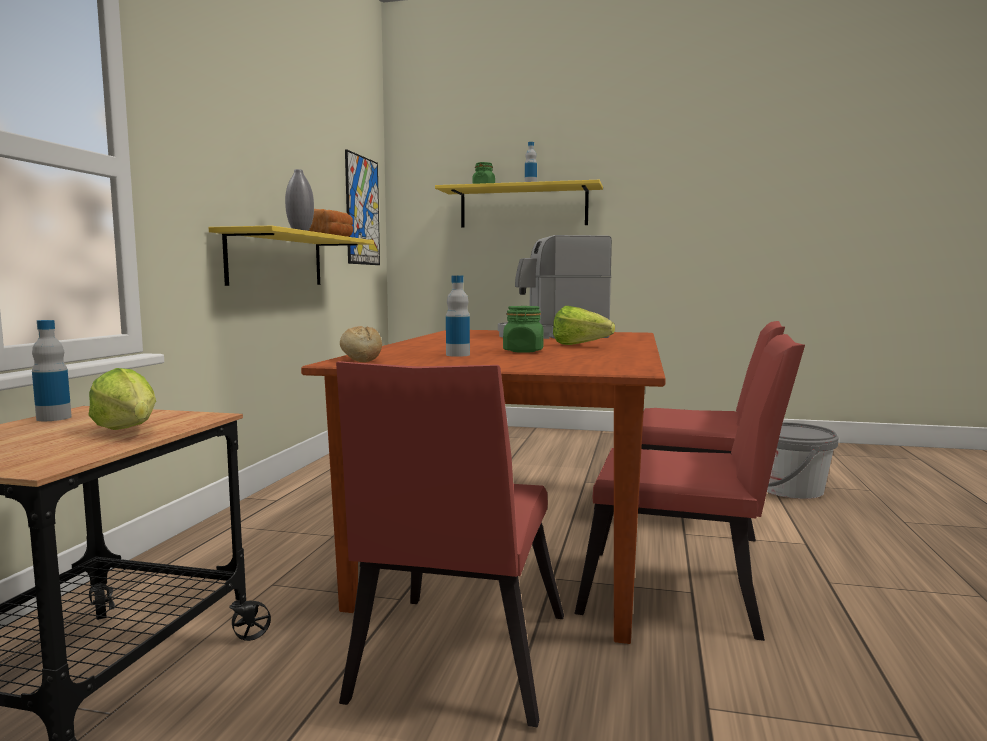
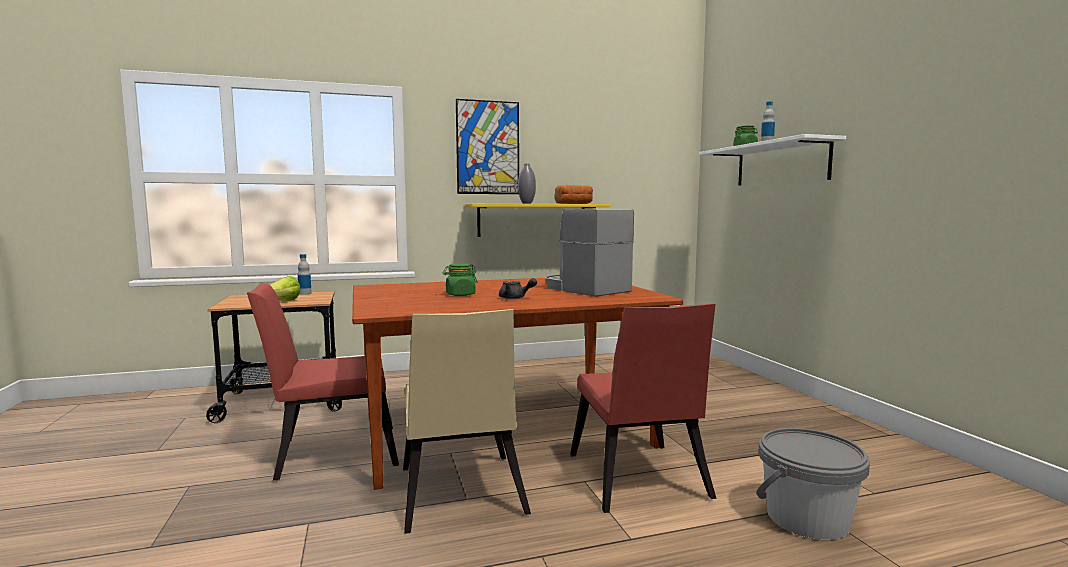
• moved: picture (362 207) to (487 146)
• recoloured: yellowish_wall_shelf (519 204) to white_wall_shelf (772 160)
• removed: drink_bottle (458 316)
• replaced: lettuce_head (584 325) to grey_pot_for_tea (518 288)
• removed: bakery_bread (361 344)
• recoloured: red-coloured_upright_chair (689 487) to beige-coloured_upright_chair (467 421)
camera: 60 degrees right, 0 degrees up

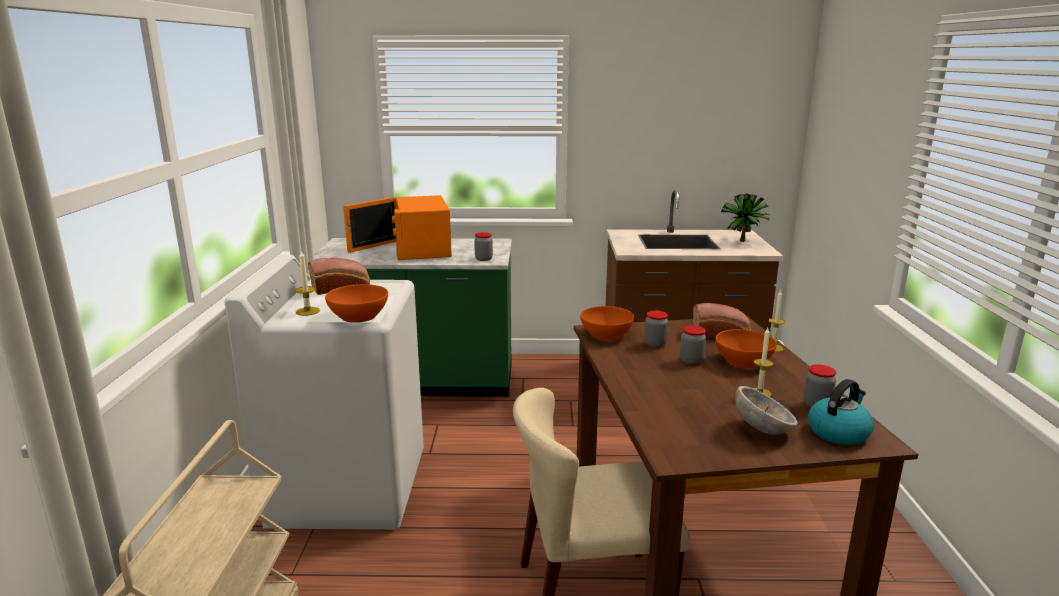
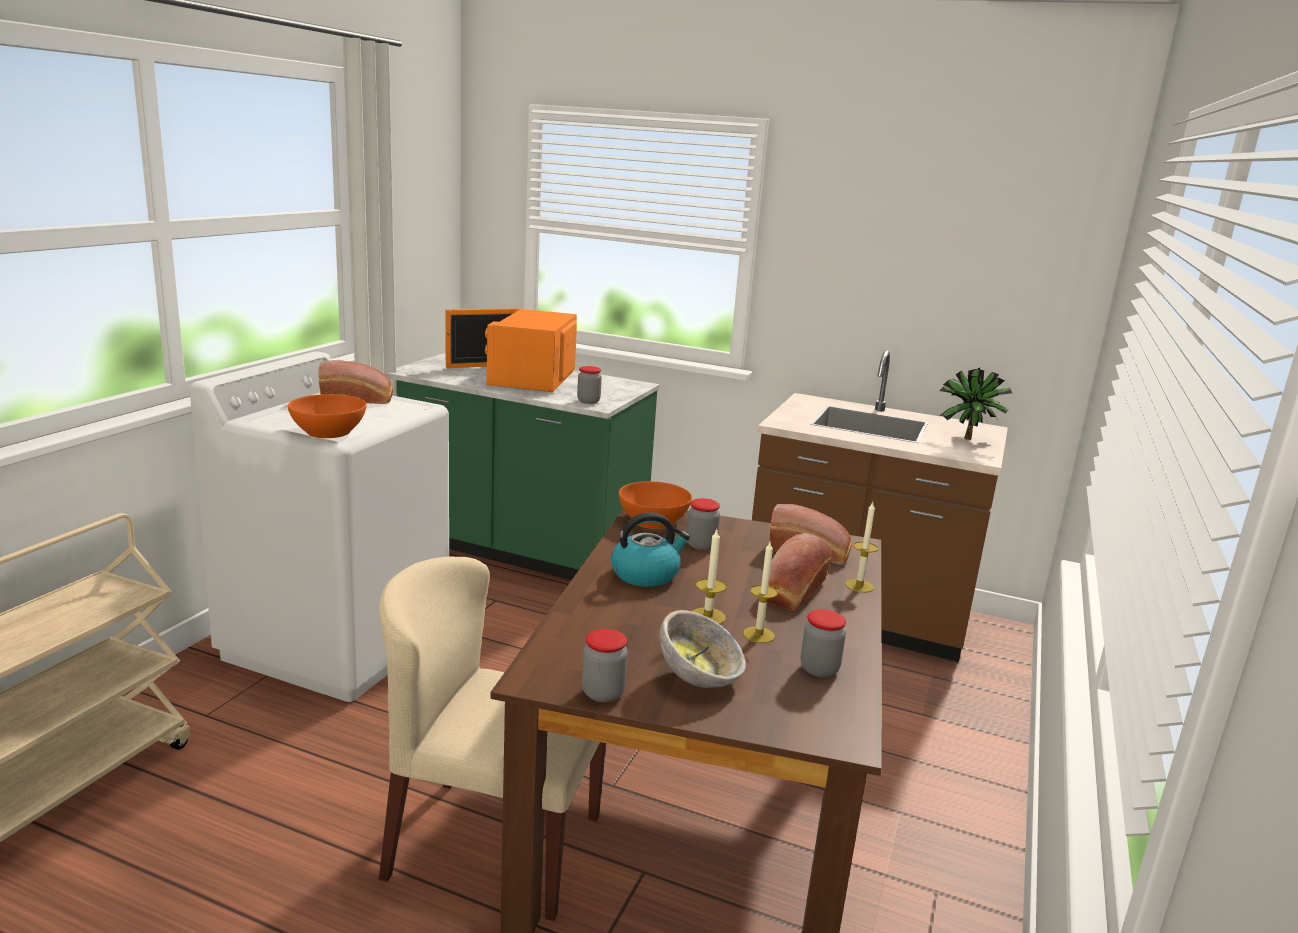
• moved: wax_light (307 283) to (709 577)
• moved: preserve_jar (693 345) to (605 665)
• replaced: orange_deep_dish (746 348) to bakery_bread (799 572)
• moved: water_kettle (841 412) to (650 549)
camera: 20 degrees right, 0 degrees up

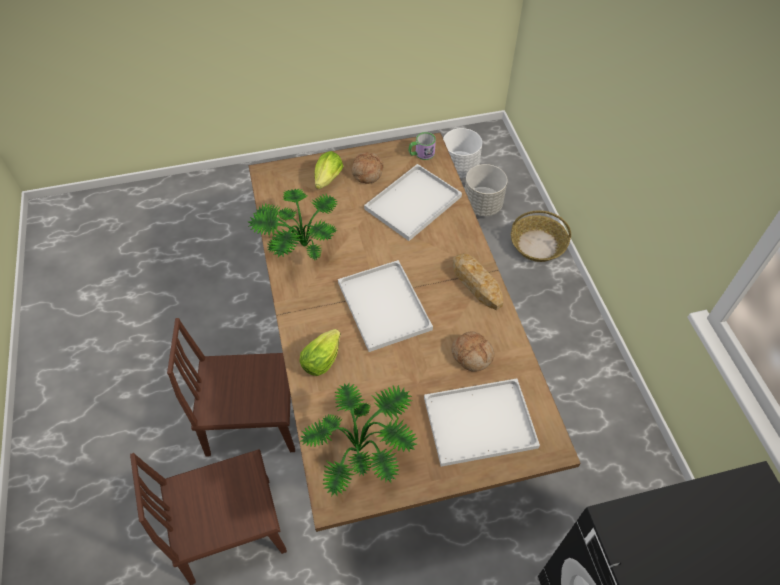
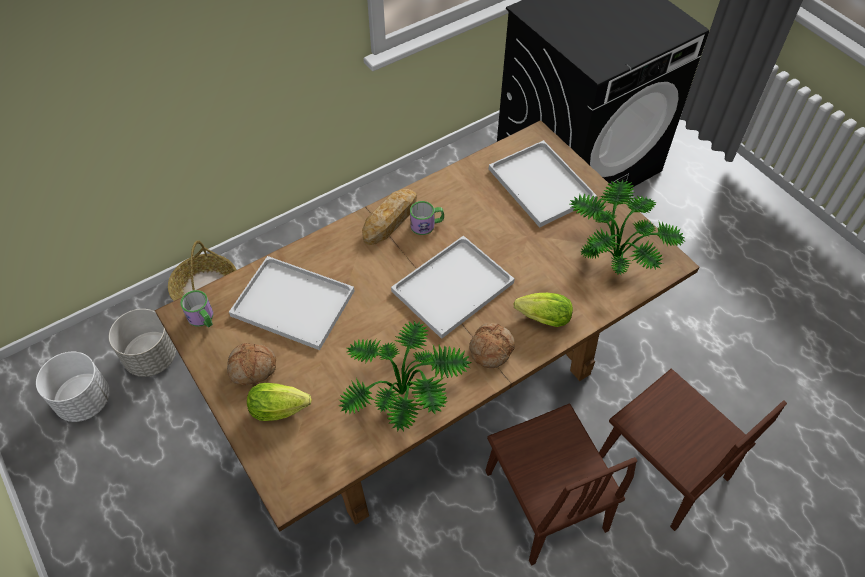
• moved: bakery_bread (473 351) to (492 345)
• added: mug (427 218)
camera: 110 degrees left, 0 degrees up

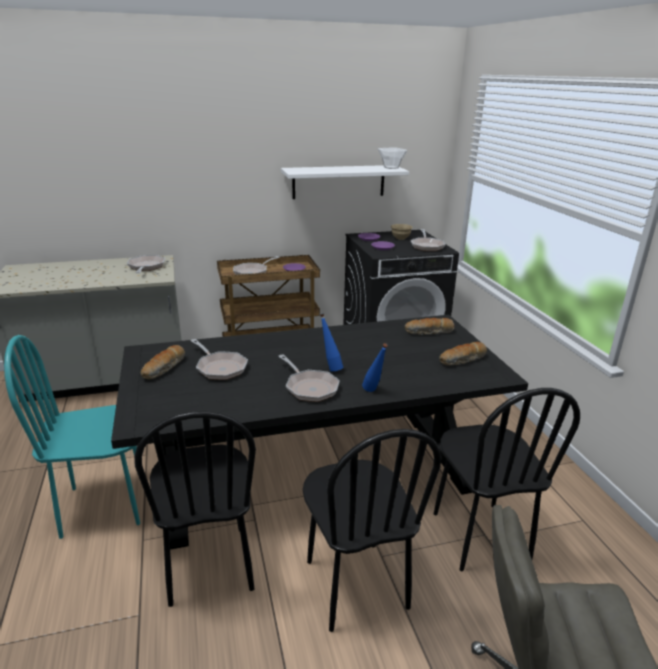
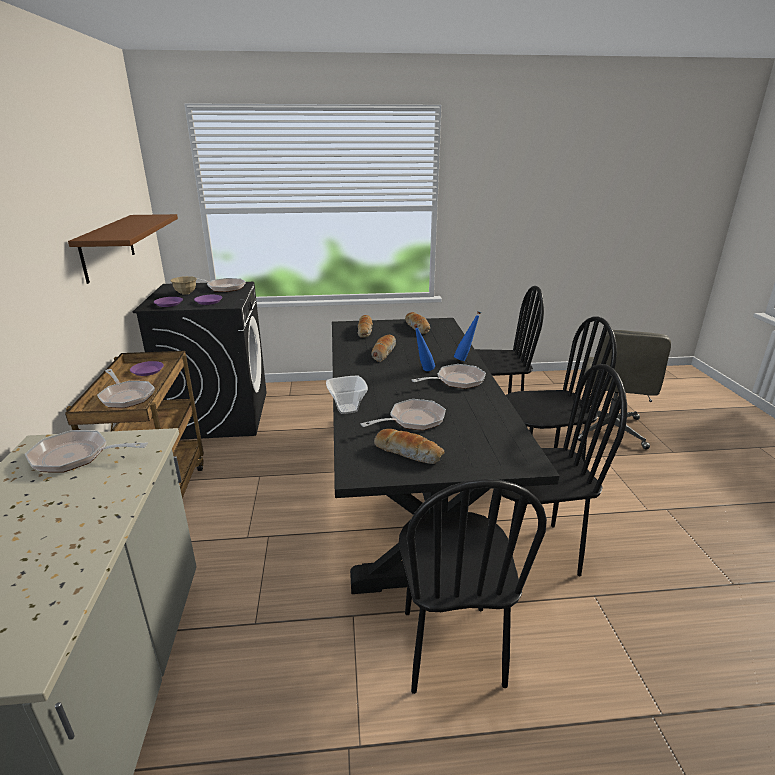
• moved: deep_dish (393 158) to (347 395)
• recoloured: white_wall_shelf (345 182) to brown_wall_shelf (123 249)
• recoloured: turquoise_upright_chair (72 437) to black_upright_chair (473 586)
• added: bakery_bread (383 348)
camera: 80 degrees left, 0 degrees up

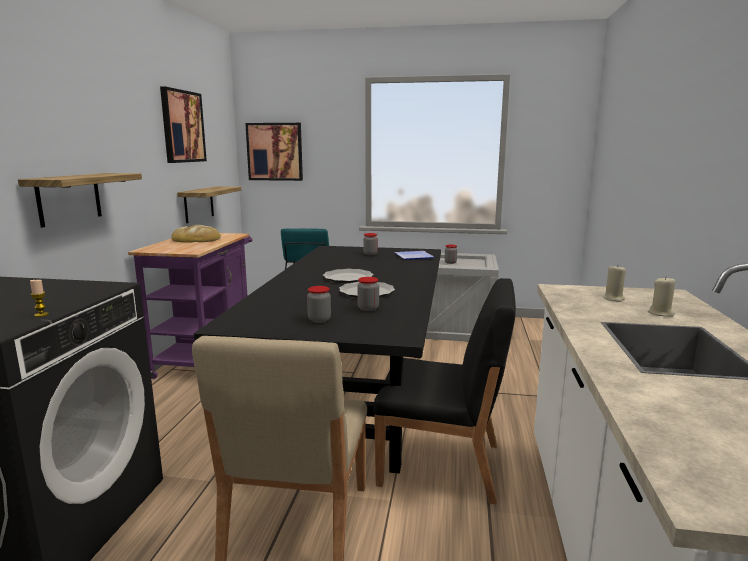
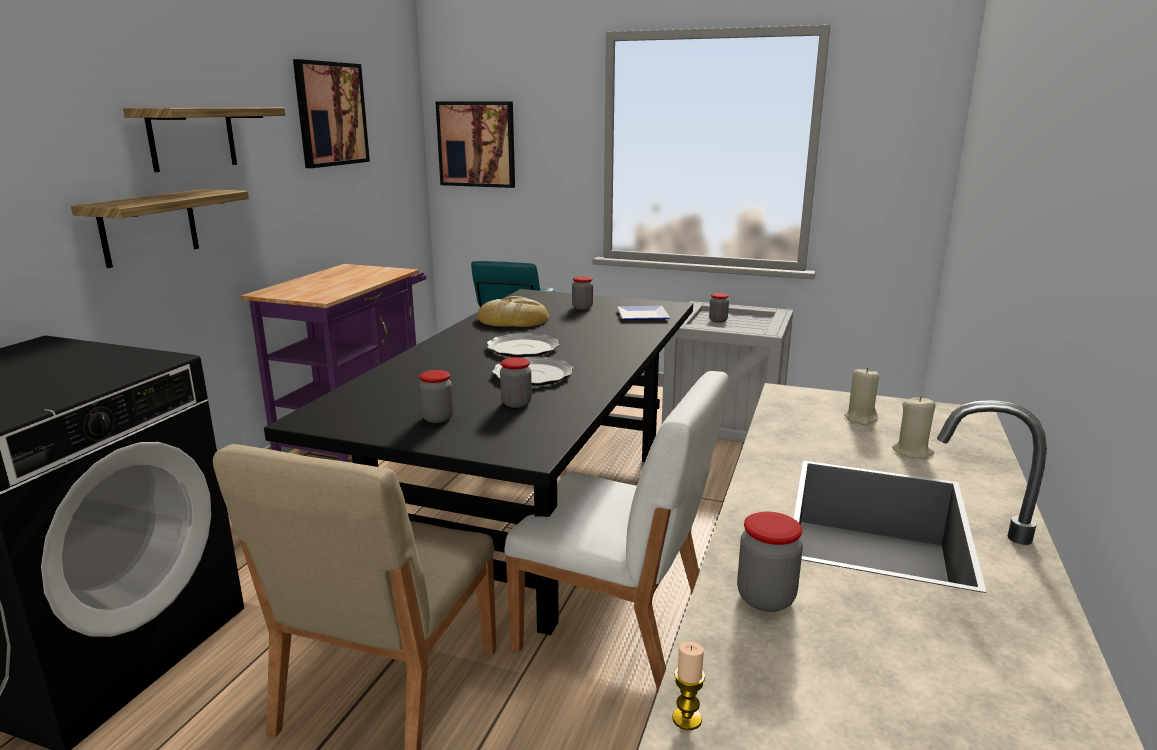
• moved: wall_shelf (209 204) to (204 140)
• moved: bakery_bread (196 234) to (513 311)
• recoloured: black_upright_chair (444 391) to white_upright_chair (616 531)
• moved: wax_light (39 298) to (688 685)
• added: preserve_jar (770 562)
camera: 10 degrees right, 5 degrees up

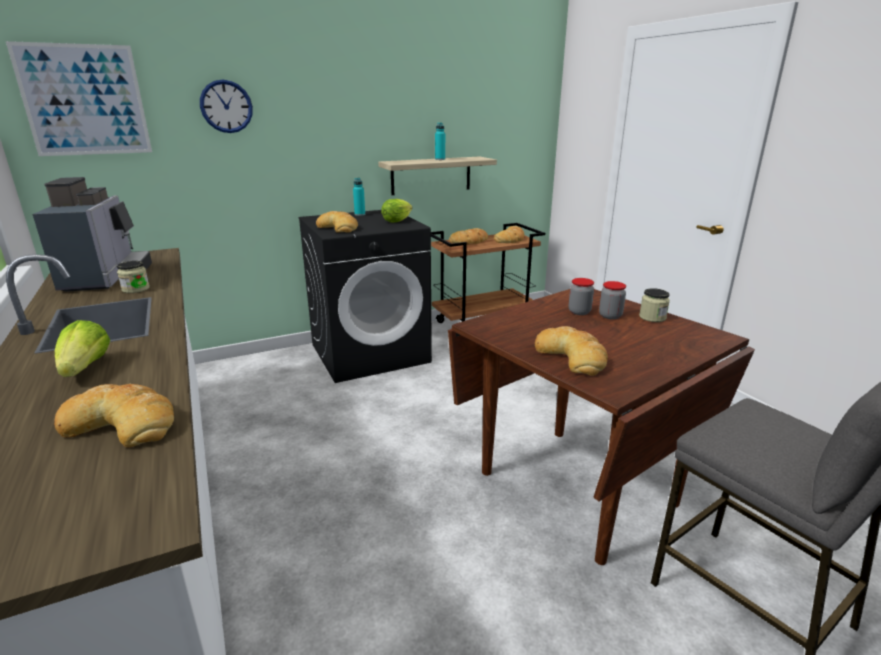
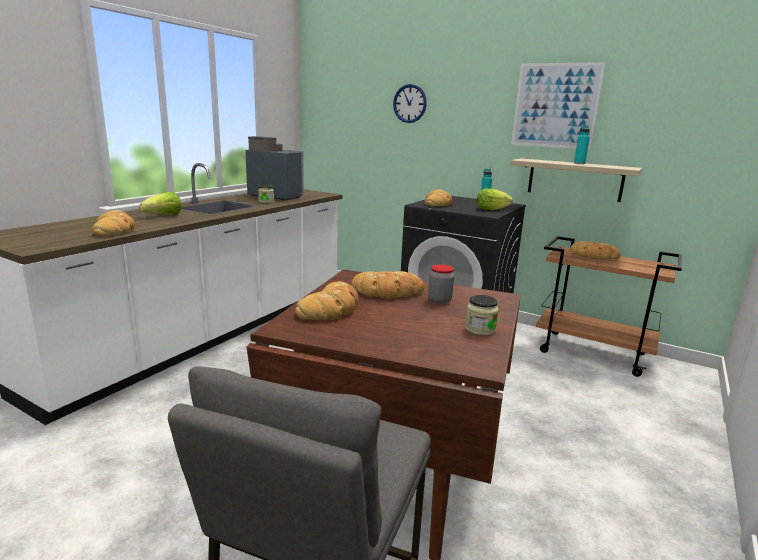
• moved: picture (79 98) to (558 106)
• turned: coffee_machine (92 234) = (274 168) 105 degrees counterclockwise
• moved: bakery_bread (509 234) to (388 285)
• removed: preserve_jar (612 300)
camera: 55 degrees right, 5 degrees down

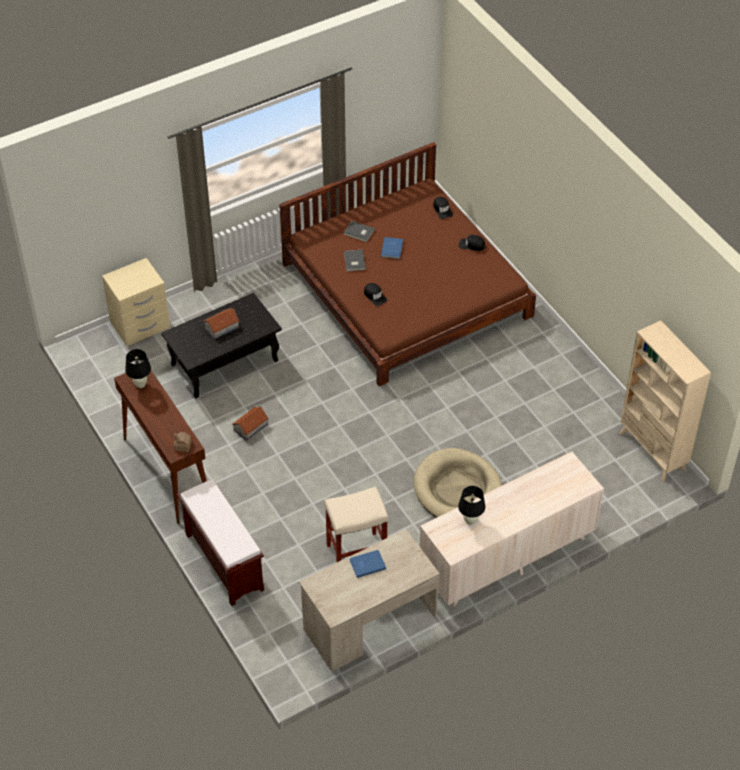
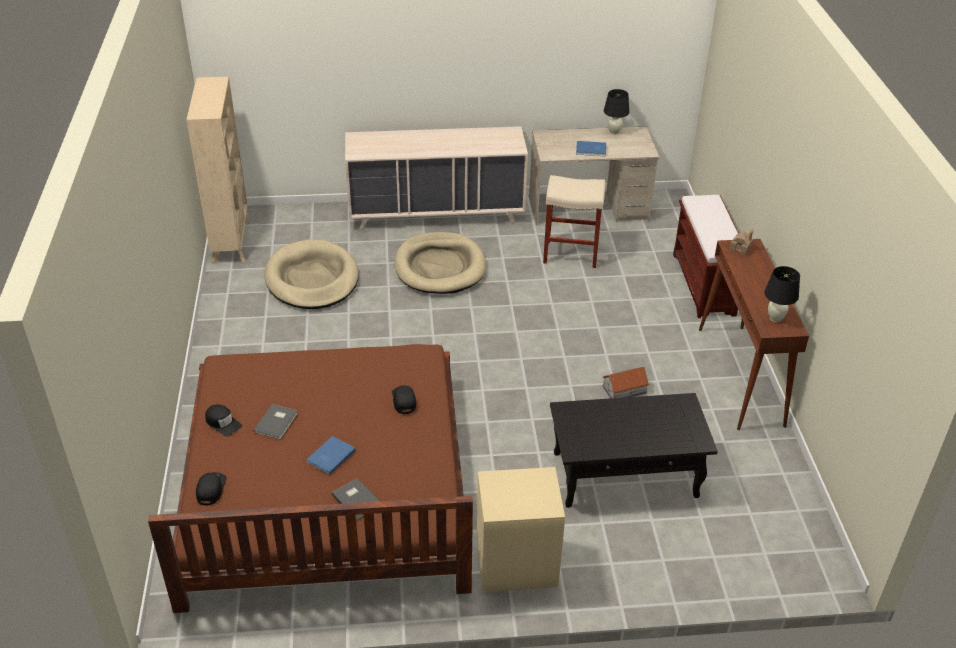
• moved: grey_book (355 260) to (276 421)
• moved: beige-coloured_bedside_table (136 302) to (521 529)
• removed: toy_house (221 323)
• moved: black_lamp_for_a_table (471 505) to (616 111)
• added: beige-coloured_dog_cushion (311 274)
camera: 155 degrees left, 10 degrees down

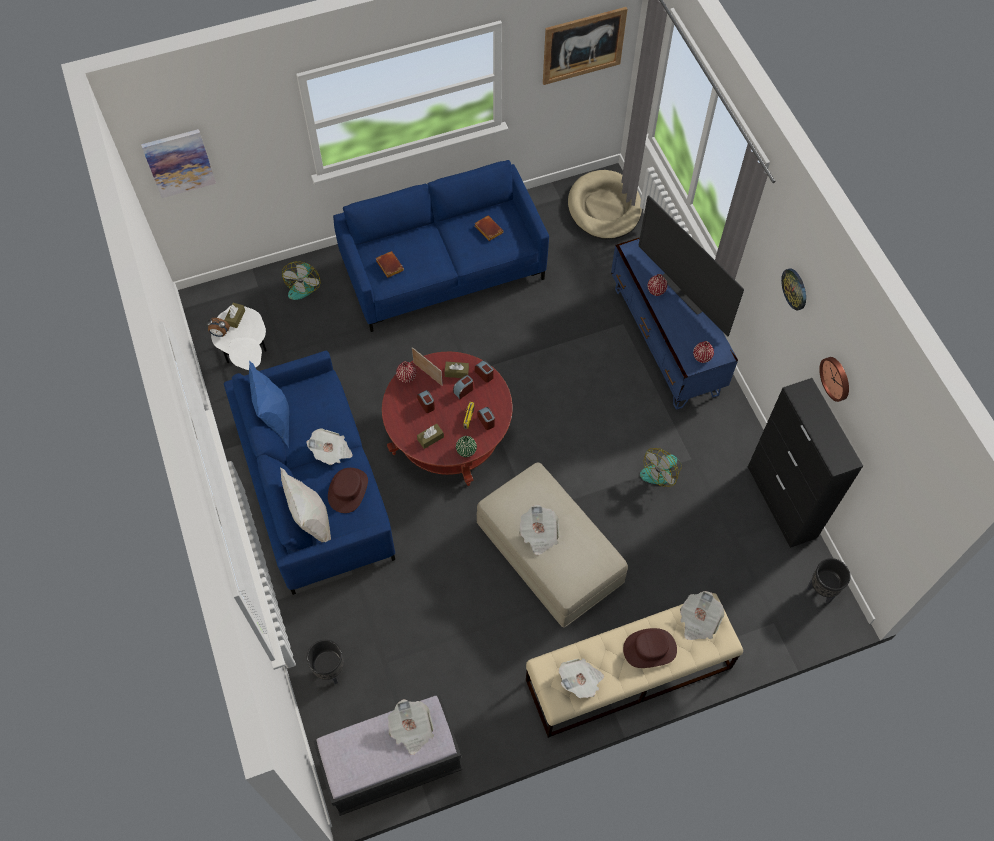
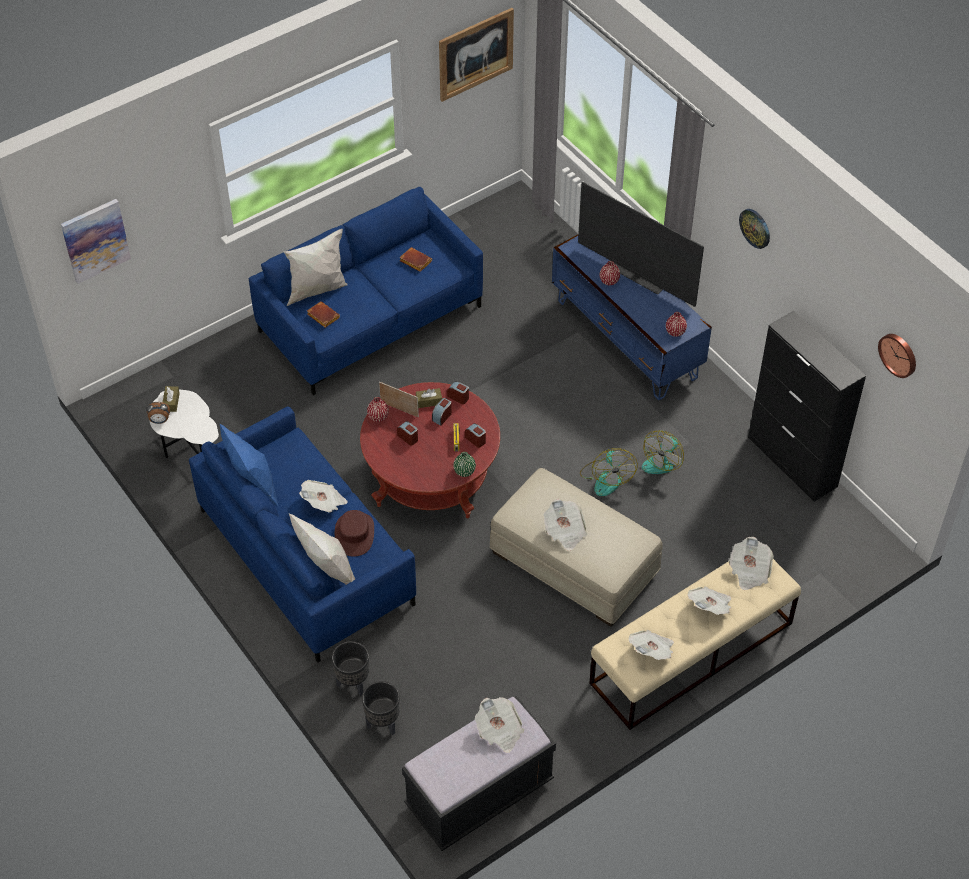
• removed: beige-coloured_dog_cushion (605 205)
• moved: cooling_fan (301 280) to (609 472)
• moved: wall_clock (834 379) to (897 356)
• removed: brown_tissue_box (430 436)
• moved: black_planter (829 581) to (350 668)
• replaced: brown_hat (650 648) to daily_paper (709 600)
• added: white_cushion (315 267)
camera: 15 degrees left, 10 degrees down

